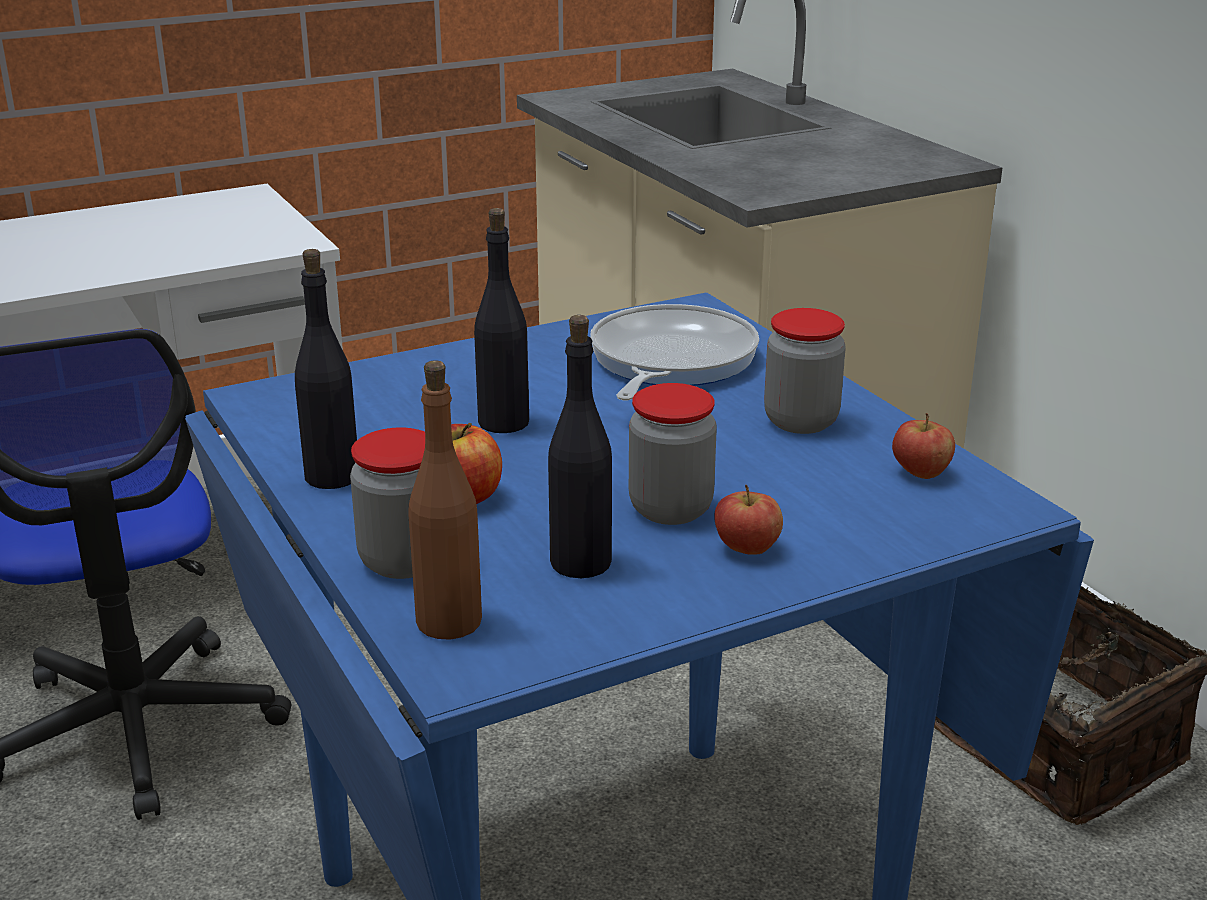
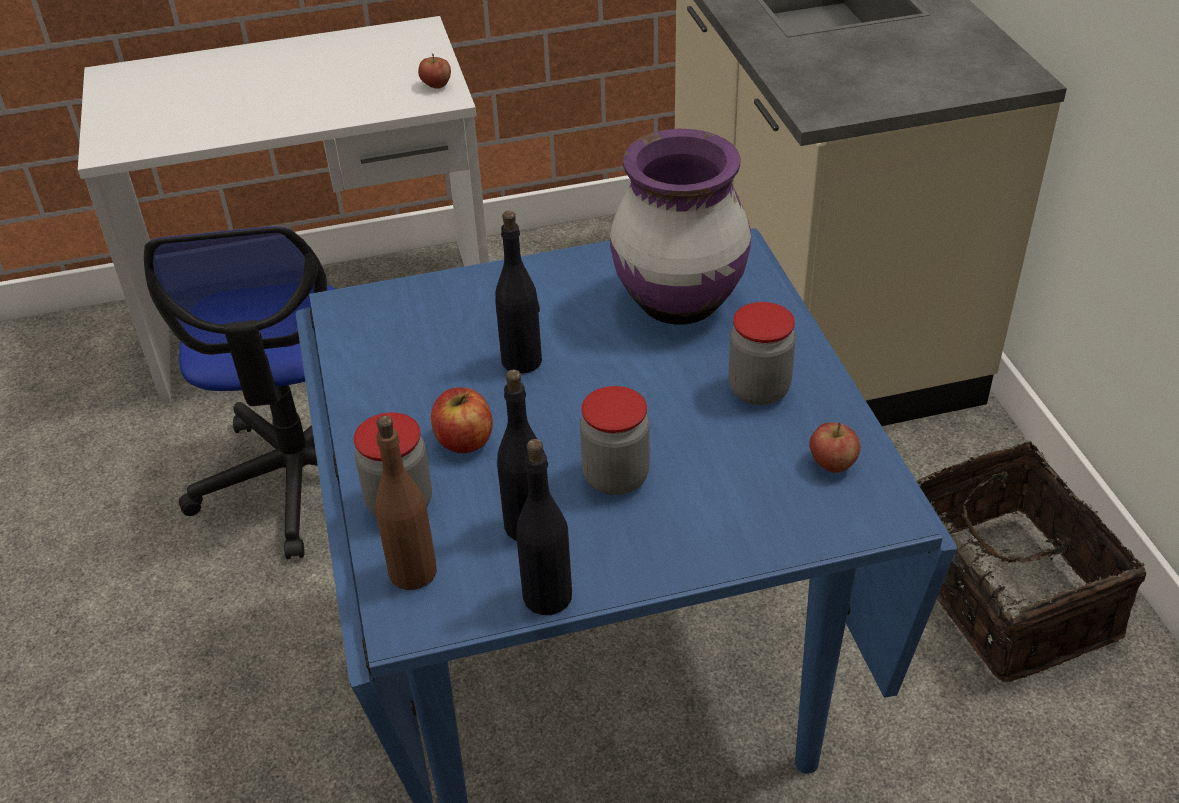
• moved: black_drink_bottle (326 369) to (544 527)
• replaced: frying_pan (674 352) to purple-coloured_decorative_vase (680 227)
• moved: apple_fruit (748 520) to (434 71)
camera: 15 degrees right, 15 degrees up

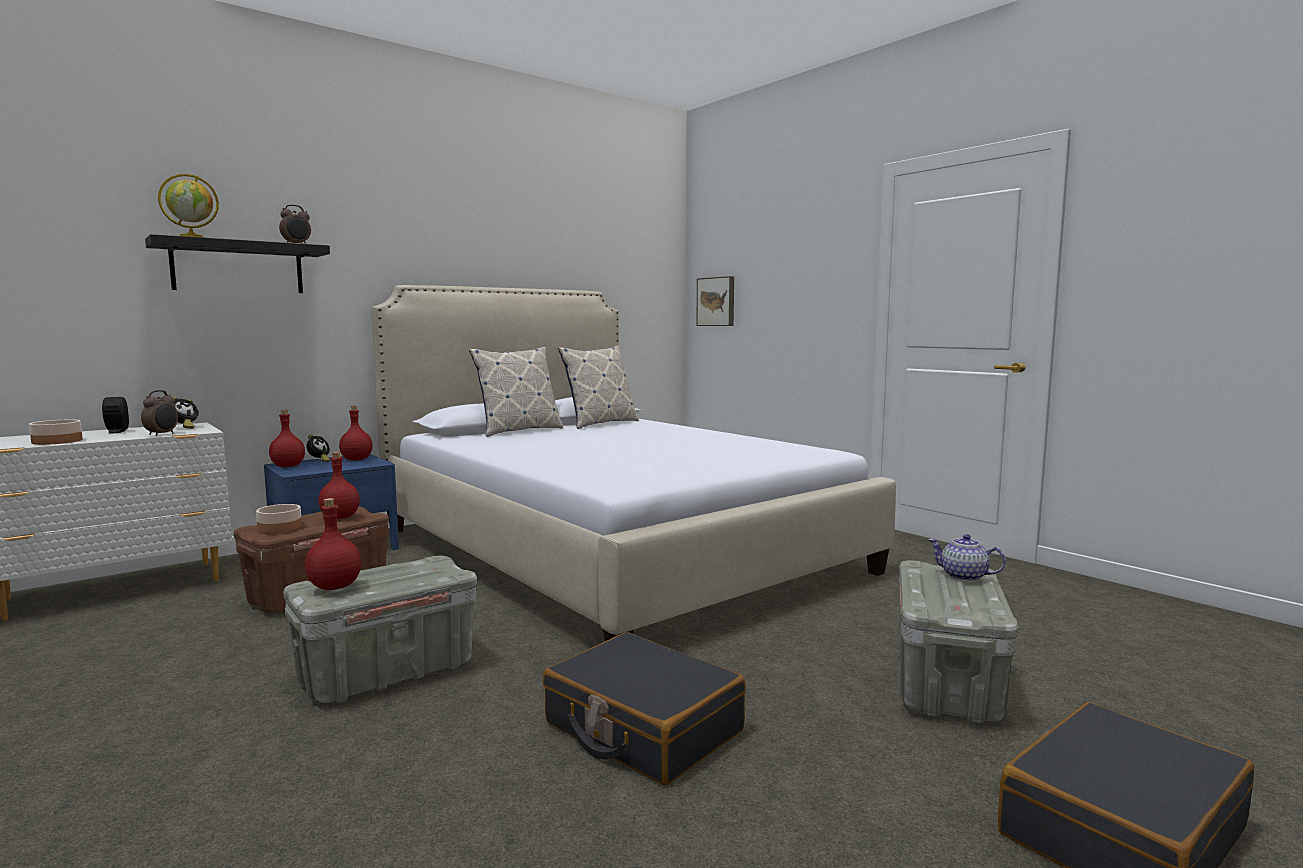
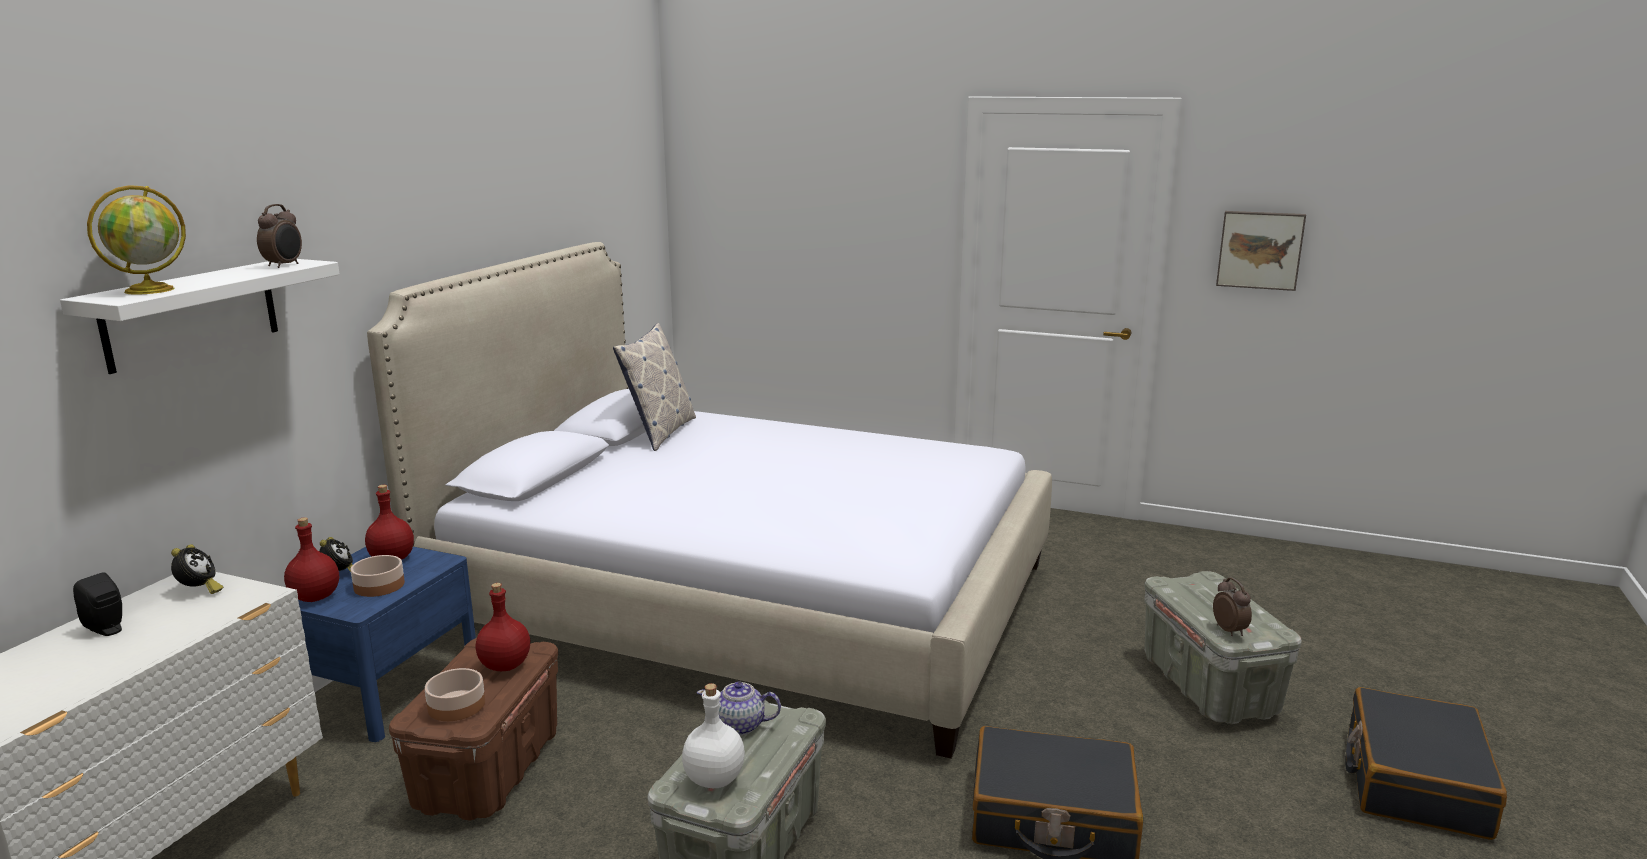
• recoloured: black_wall_shelf (237 263) to white_wall_shelf (200 316)
• moved: picture (715 301) to (1261 251)
• removed: cushion (516 392)
• moved: bedside_clock (159 413) to (1232 606)
• moved: deep_dish (56 432) to (377 576)
• recoloured: red-coloured_drink_bottle (333 544) to white_drink_bottle (713 735)
• moved: pot_for_tea (967 557) to (739 708)
camera: 30 degrees left, 10 degrees up

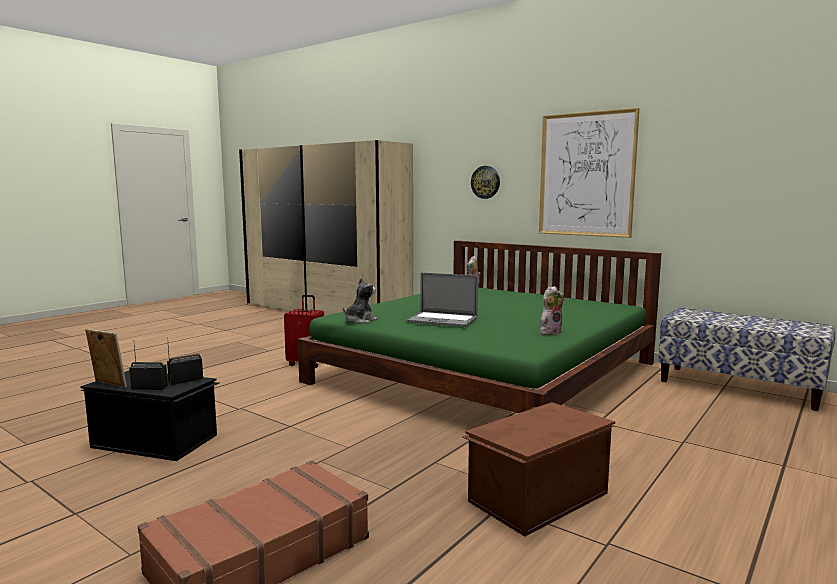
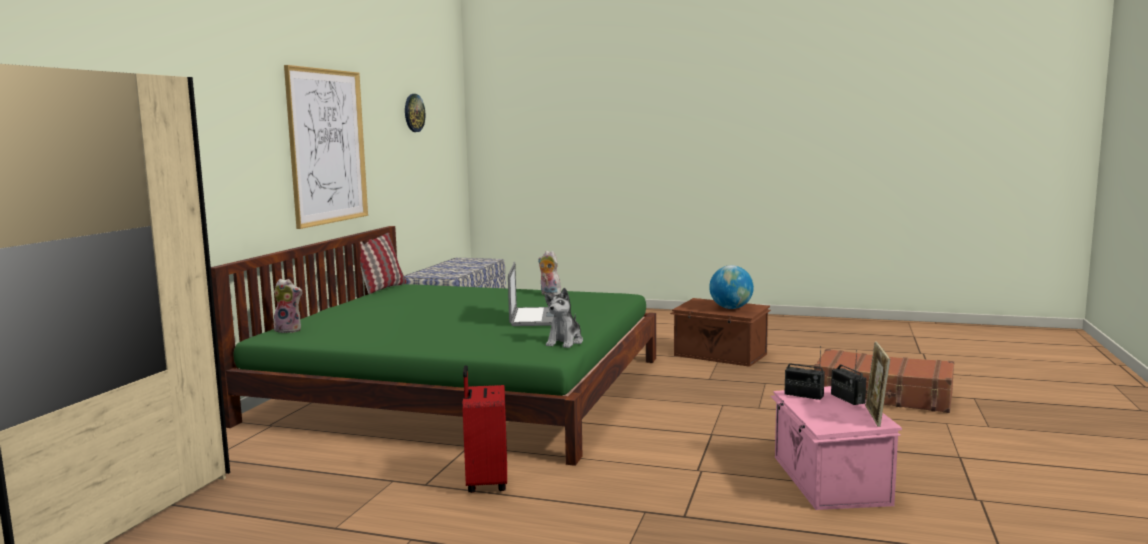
• moved: wall_clock (485 182) to (415 113)
• turned: soft_toy (360 301) = (564 318) 90 degrees counterclockwise
• recoloured: black_storage_box (149 416) to pink_storage_box (836 448)
• added: cushion (379 263)
• added: desk_globe (731 287)
camera: 110 degrees left, 0 degrees up

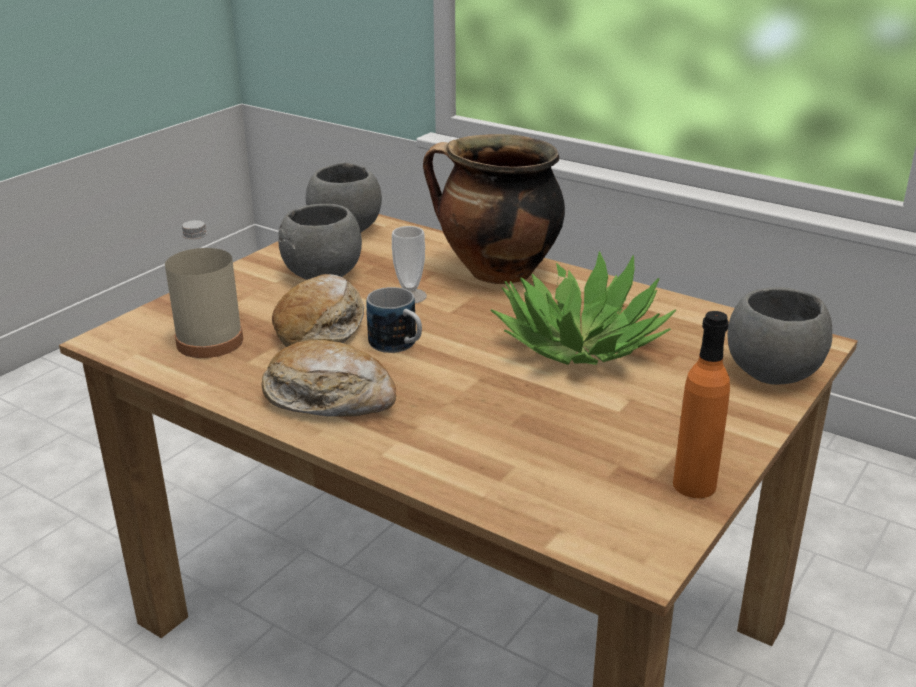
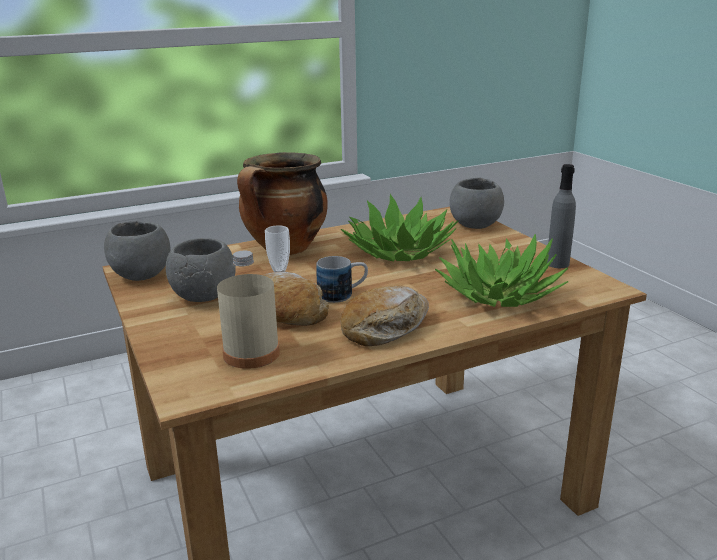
• recoloured: orange_drink_bottle (701 404) to grey_drink_bottle (561 216)
• added: houseplant (501 270)
camera: 60 degrees left, 5 degrees down

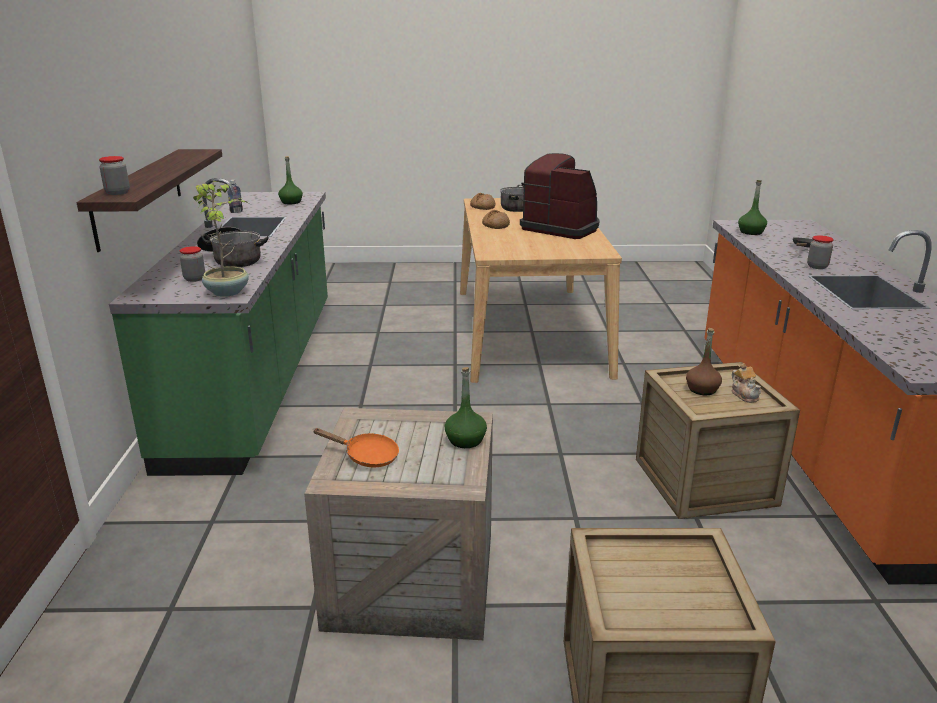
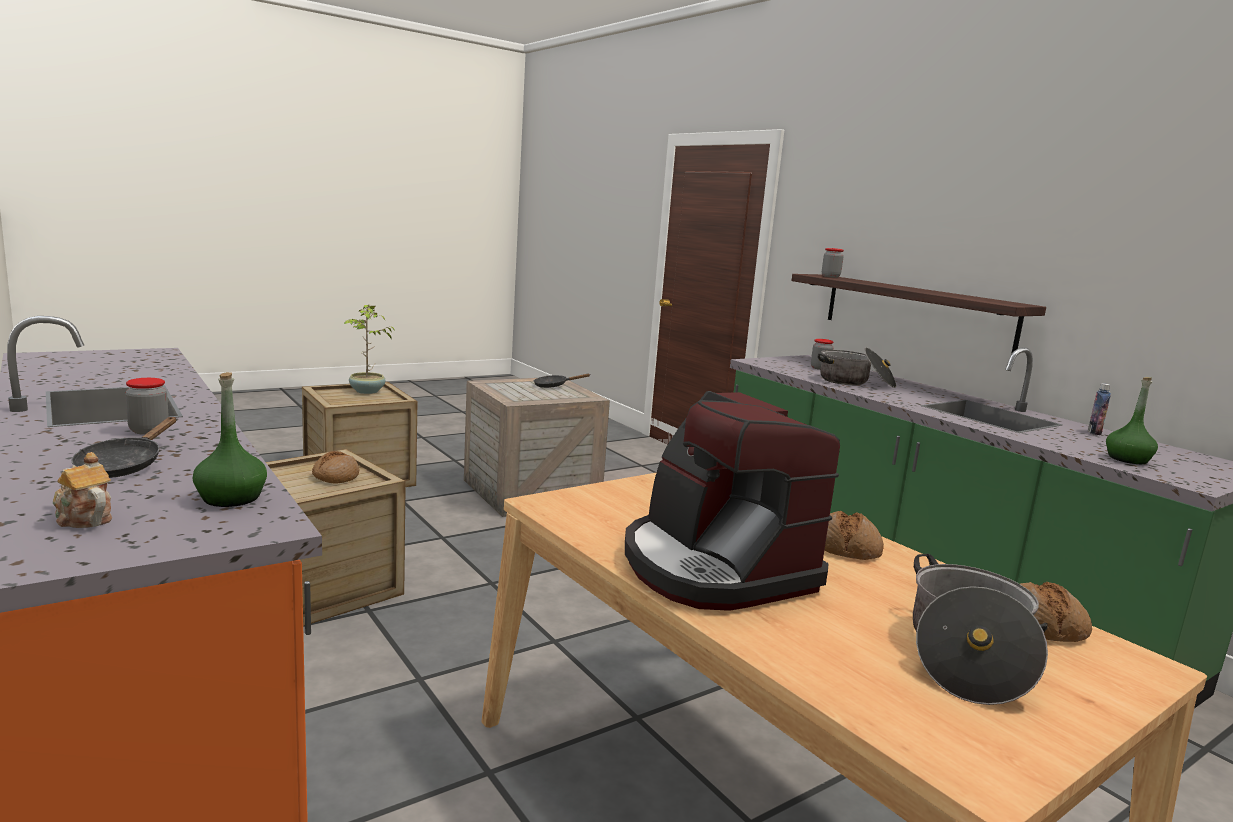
• turned: coffee_machine (559 196) = (732 501) 60 degrees clockwise
• moved: houseplant (221 239) to (369 349)
• replaced: brown_drink_bottle (704 361) to bakery_bread (336 467)
• moved: pot_for_tea (746 383) to (82 490)
• removed: greenish_drink_bottle (466 407)
• recoloured: orange_frying_pan (356 447) to black_frying_pan (562 381)
camera: 145 degrees right, 10 degrees down

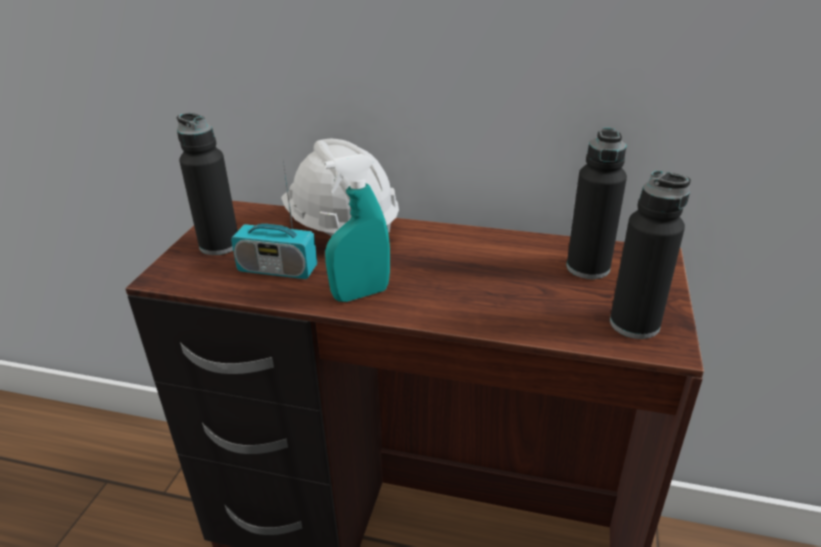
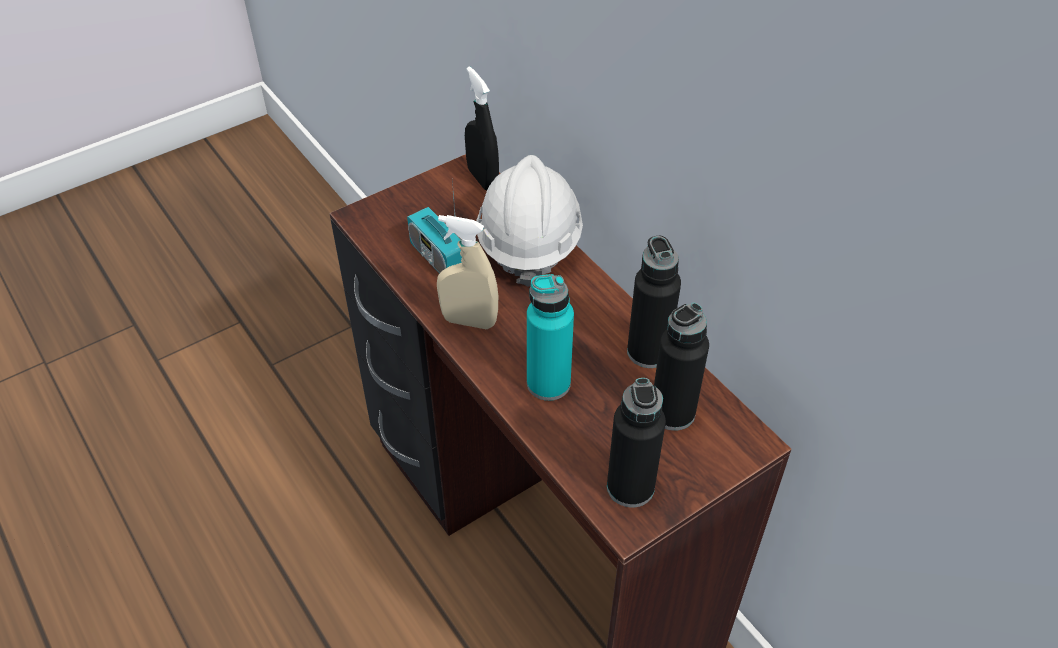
• moved: black_drink_bottle (207 184) to (654 302)
• recoloured: turquoise_hand_sprayer (357 228) to beige-coloured_hand_sprayer (467 272)
• added: black_hand_sprayer (482 128)
• added: turquoise_drink_bottle (550 337)
camera: 40 degrees right, 15 degrees up

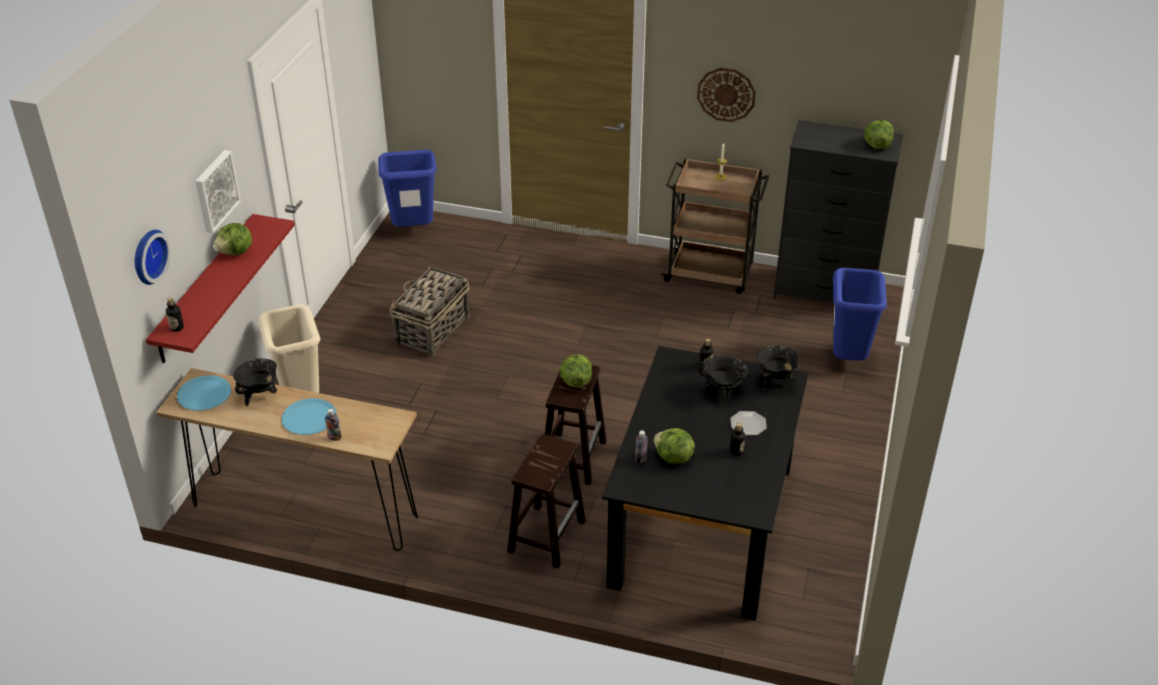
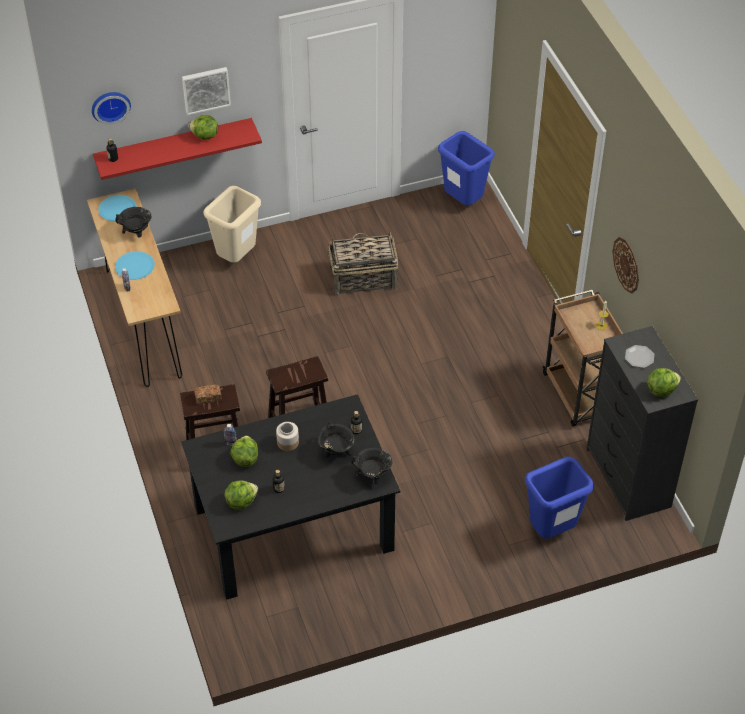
• moved: lettuce_head (575 371) to (241 495)
• moved: flat_dish (748 423) to (640 356)
• added: bakery_bread (207 394)
• added: preserve_jar (287 436)
camera: 55 degrees right, 10 degrees up

